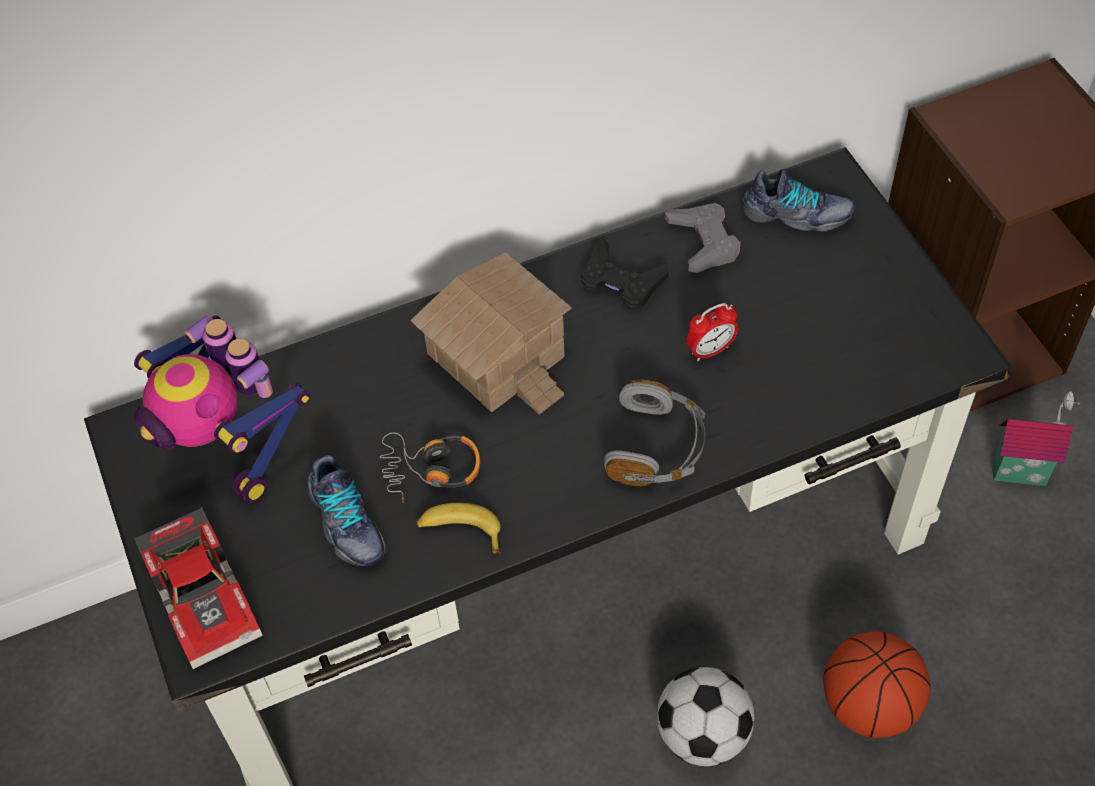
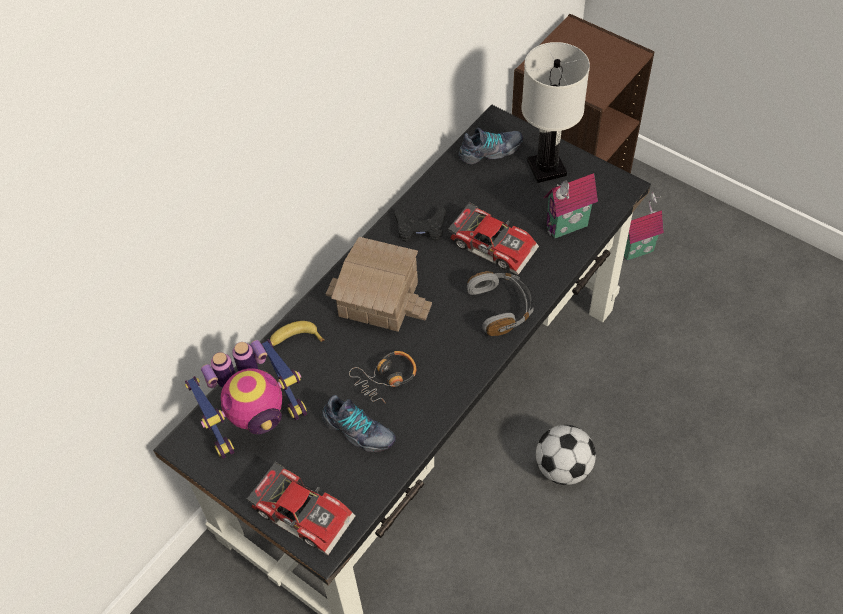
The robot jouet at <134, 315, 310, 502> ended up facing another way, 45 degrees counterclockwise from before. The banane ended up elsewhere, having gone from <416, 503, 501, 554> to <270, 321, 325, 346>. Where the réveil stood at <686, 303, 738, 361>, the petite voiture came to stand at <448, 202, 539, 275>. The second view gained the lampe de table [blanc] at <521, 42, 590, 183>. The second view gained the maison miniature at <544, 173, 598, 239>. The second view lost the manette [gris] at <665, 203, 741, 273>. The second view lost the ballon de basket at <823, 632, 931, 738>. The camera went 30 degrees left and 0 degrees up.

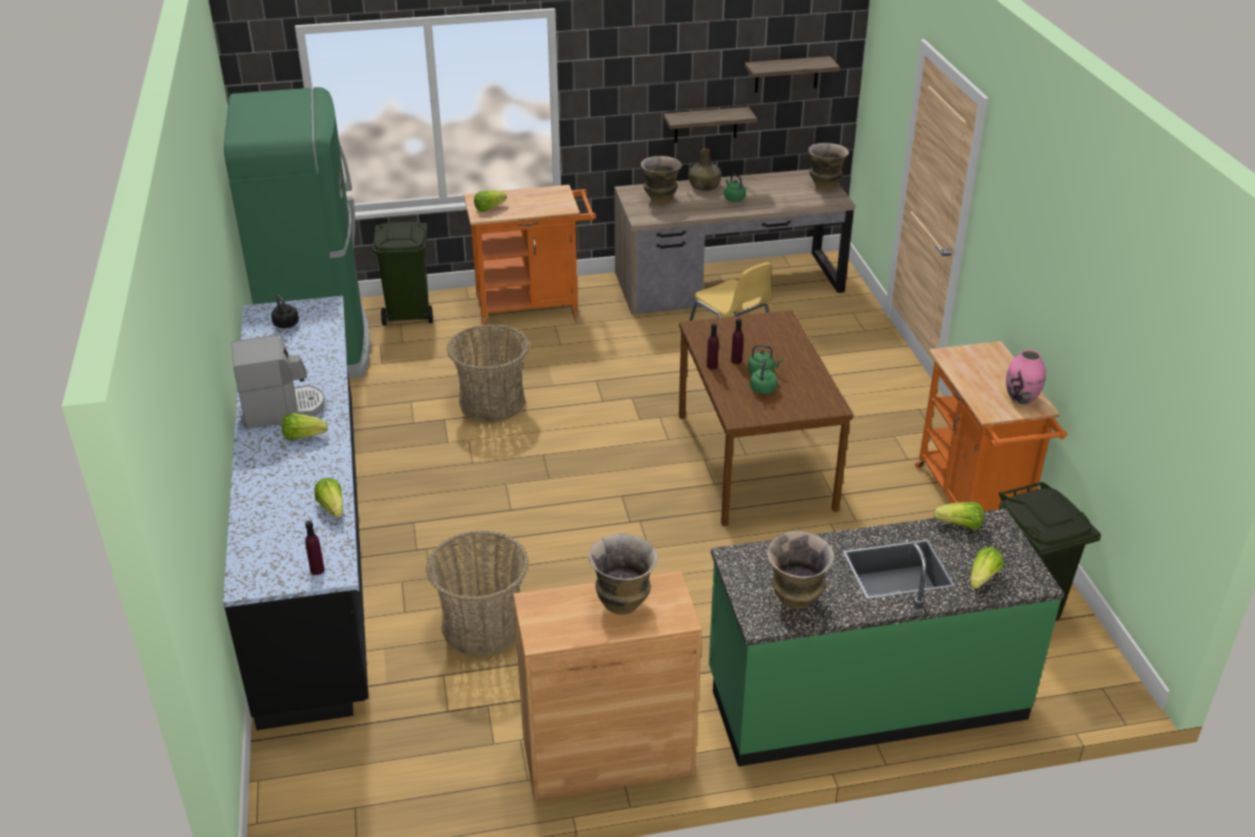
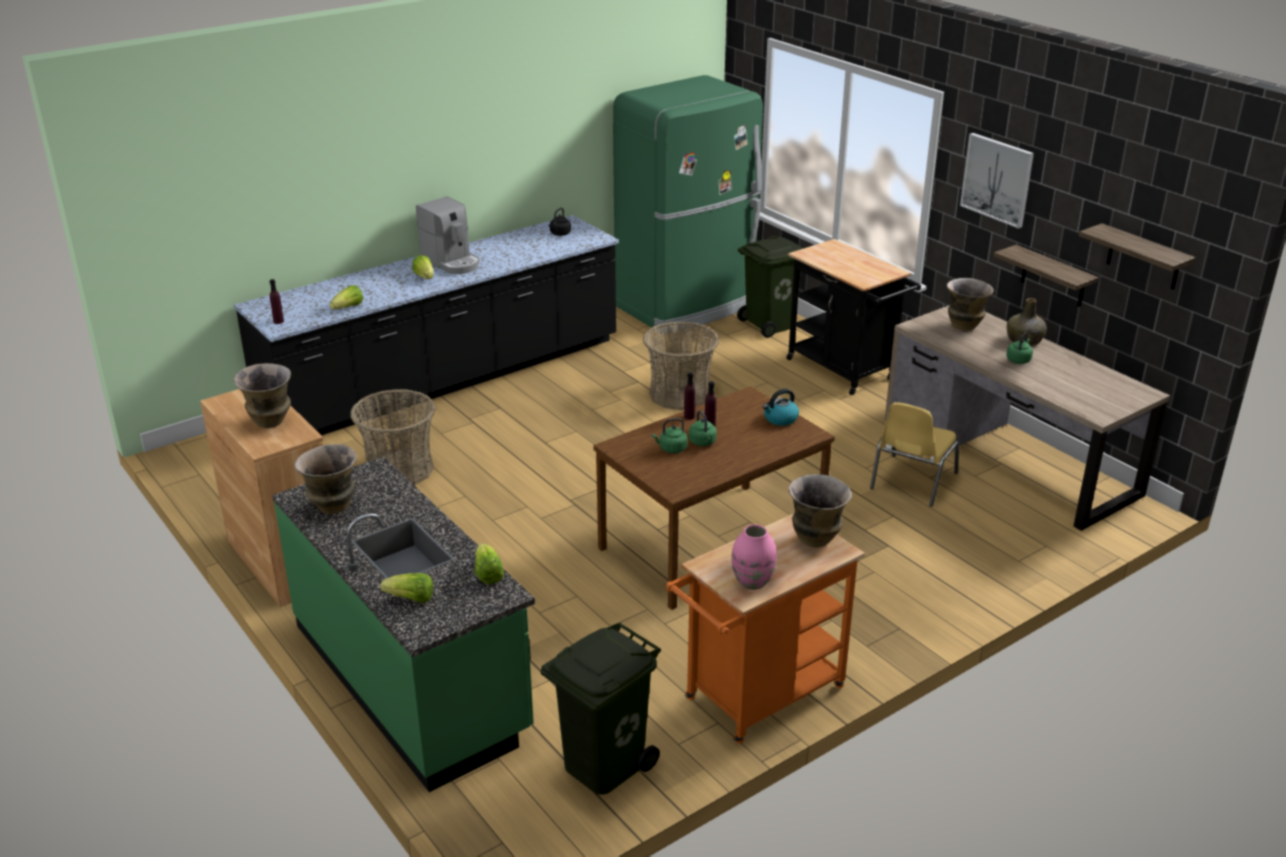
The second view gained the bouilloire at <763, 389, 799, 426>. What was the chariot [orange] at <464, 185, 596, 325> turned into the chariot [noir] at <787, 239, 921, 395>. The vase ended up elsewhere, having gone from <808, 143, 849, 190> to <788, 474, 852, 547>. The second view gained the tableau at <960, 133, 1034, 229>. The second view lost the laitue at <474, 190, 507, 212>. The camera went 65 degrees right and 5 degrees down.

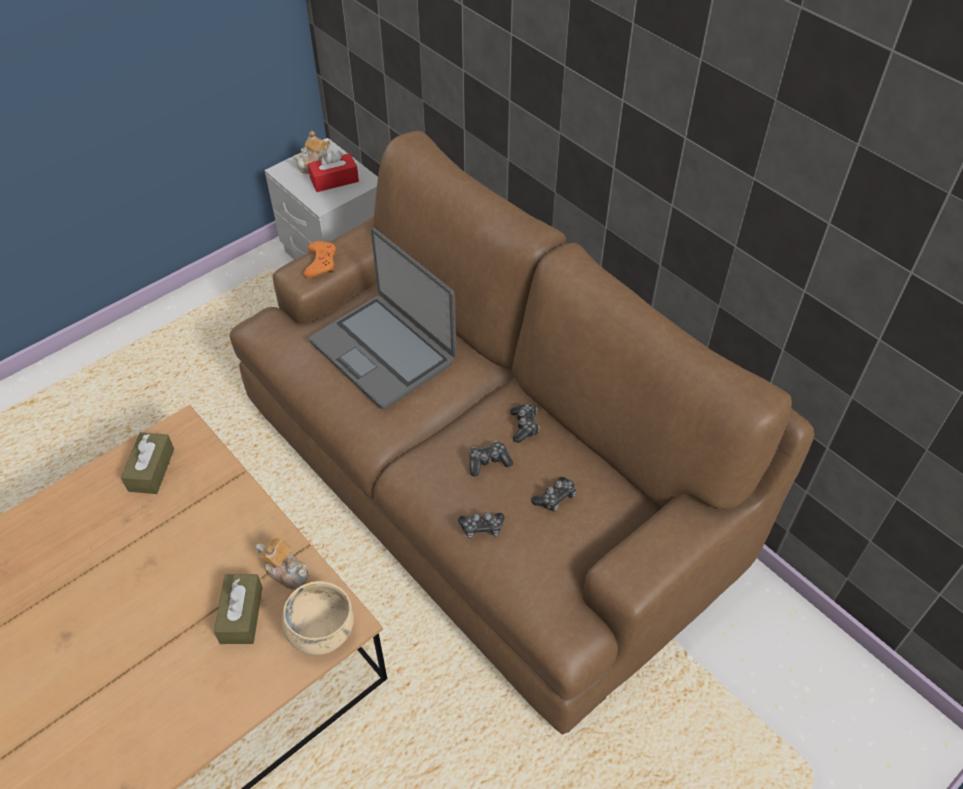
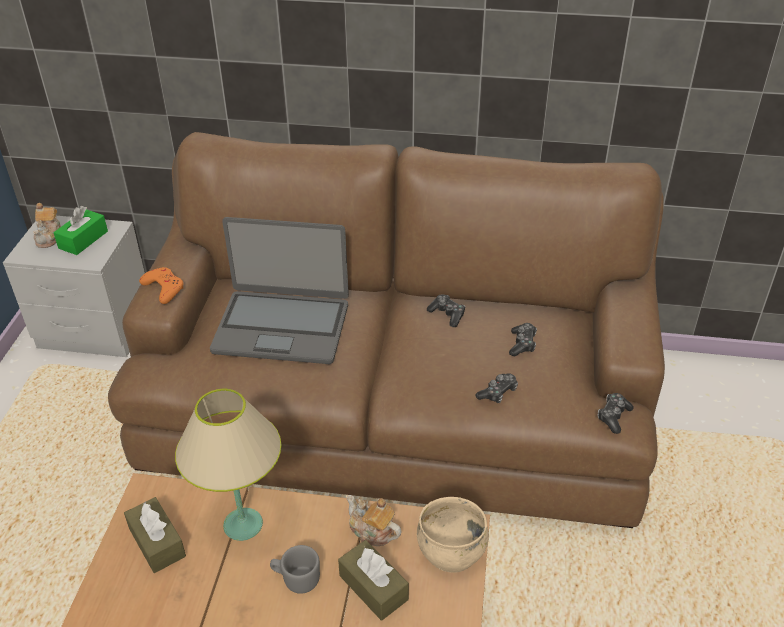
What was the boîte à mouchoirs [rouge] at <308, 150, 359, 192> turned into the boîte à mouchoirs [vert] at <53, 206, 108, 255>. The second view gained the lampe de table [beige] at <175, 389, 281, 541>. The second view gained the mug [gris] at <270, 545, 320, 594>. The théière at <256, 538, 308, 590> ended up facing another way, 135 degrees counterclockwise from before. The manette ended up elsewhere, having gone from <469, 441, 513, 476> to <598, 393, 634, 434>. The camera went 40 degrees left and 10 degrees down.

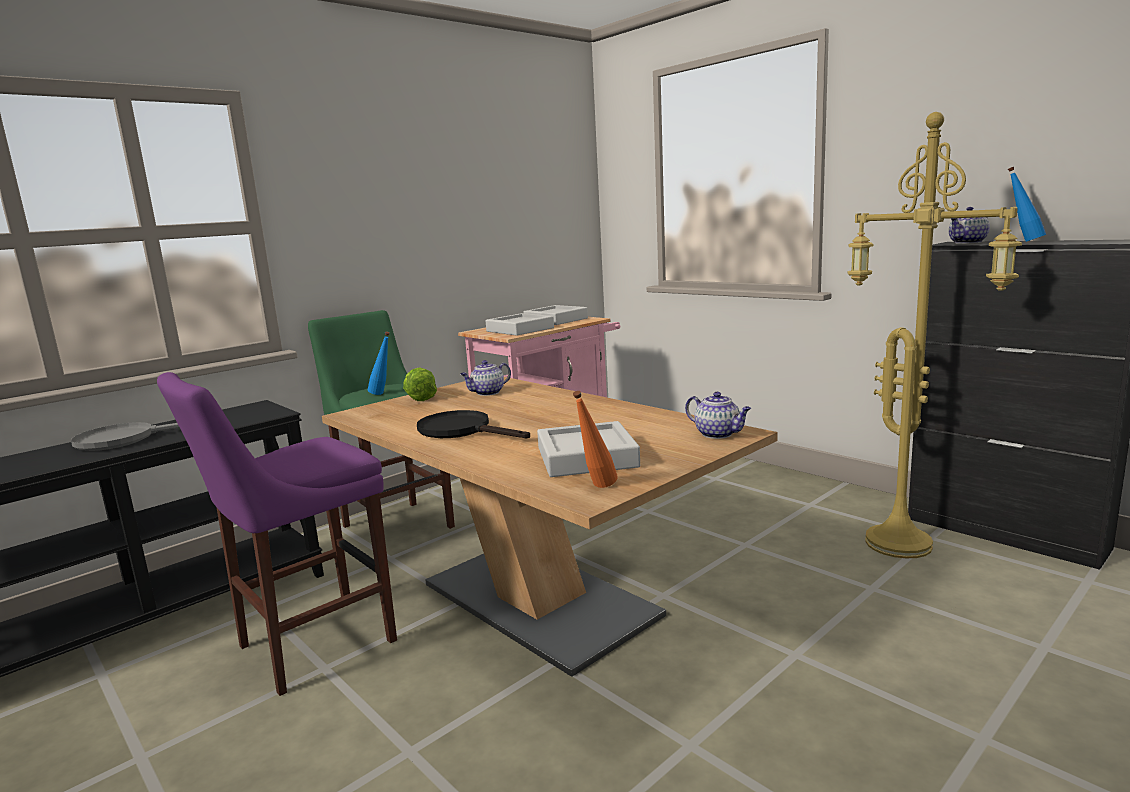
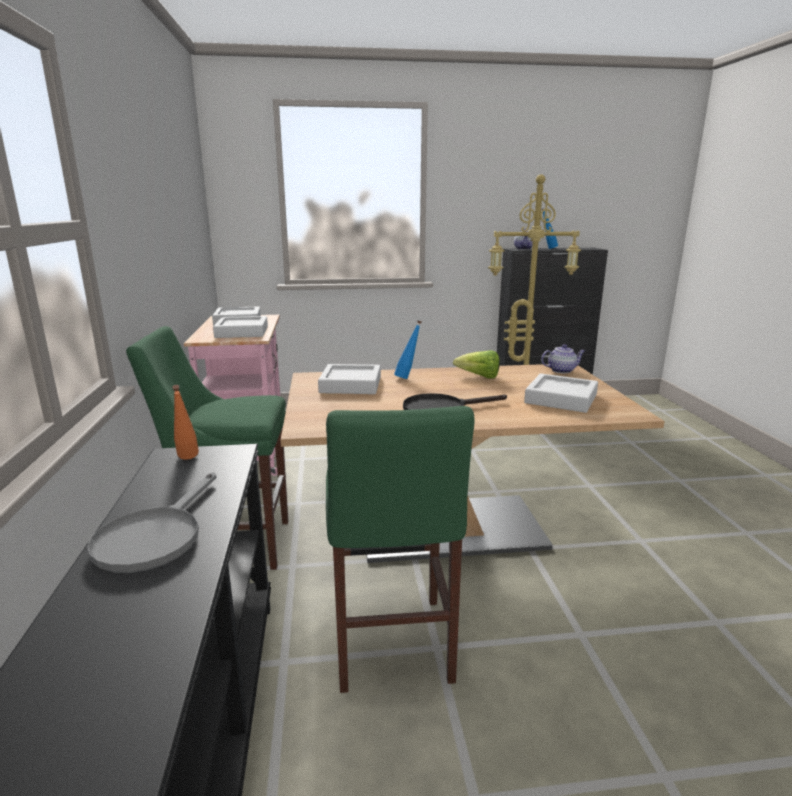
The bouteille [orange] ended up elsewhere, having gone from <573, 391, 618, 488> to <172, 385, 199, 460>. Where the théière stood at <461, 360, 511, 396>, the plateau [gris] came to stand at <318, 364, 381, 394>. What was the tabouret [violet] at <157, 372, 397, 696> turned into the tabouret [vert] at <326, 406, 475, 693>. The bouteille [bleu] ended up elsewhere, having gone from <368, 331, 390, 395> to <394, 321, 421, 379>. The laitue ended up elsewhere, having gone from <403, 367, 437, 401> to <453, 350, 500, 379>. The camera went 55 degrees left and 5 degrees up.

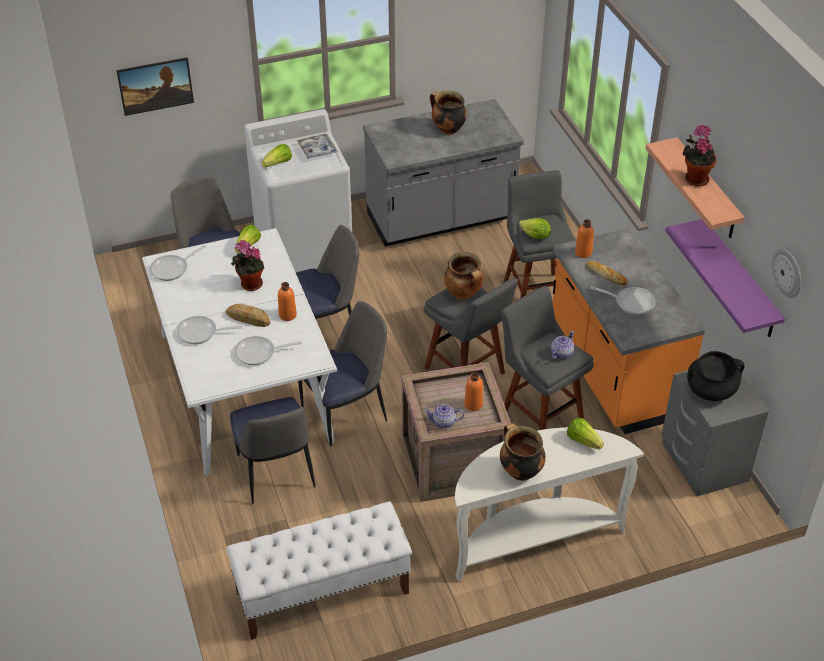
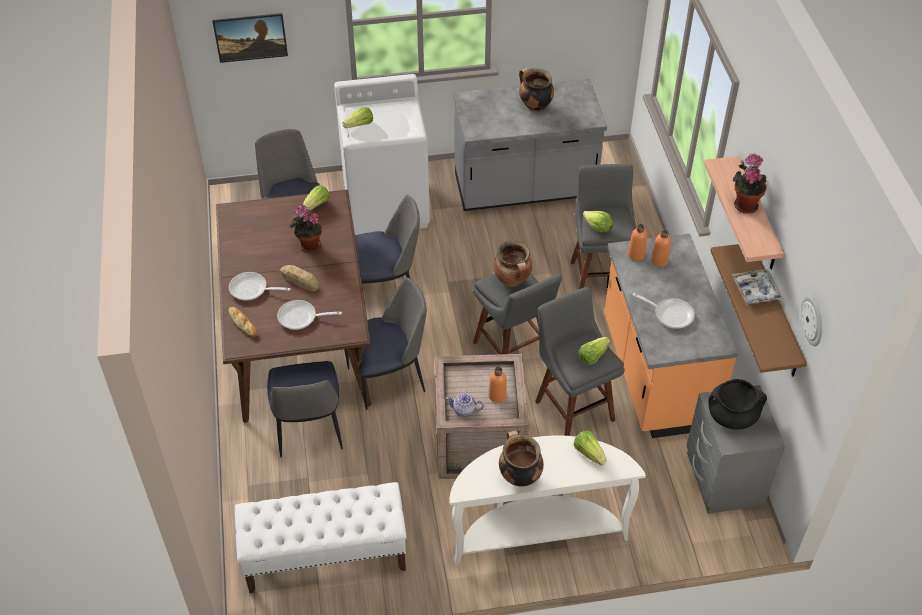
What was the table à manger [blanc] at <142, 228, 337, 476> turned into the table à manger [marron] at <216, 189, 371, 423>. The pain ended up elsewhere, having gone from <587, 261, 627, 285> to <228, 307, 258, 337>. Where the théière stood at <551, 331, 574, 359>, the laitue came to stand at <579, 337, 610, 365>. The bouteille [orange] ended up elsewhere, having gone from <278, 282, 297, 321> to <651, 230, 671, 266>. What was the étagère [violet] at <665, 219, 785, 337> turned into the étagère [marron] at <710, 244, 807, 376>. The plateau ended up elsewhere, having gone from <297, 134, 338, 159> to <732, 269, 784, 305>. The second view lost the poêle at <150, 245, 206, 281>. The camera went 10 degrees right and 5 degrees up.

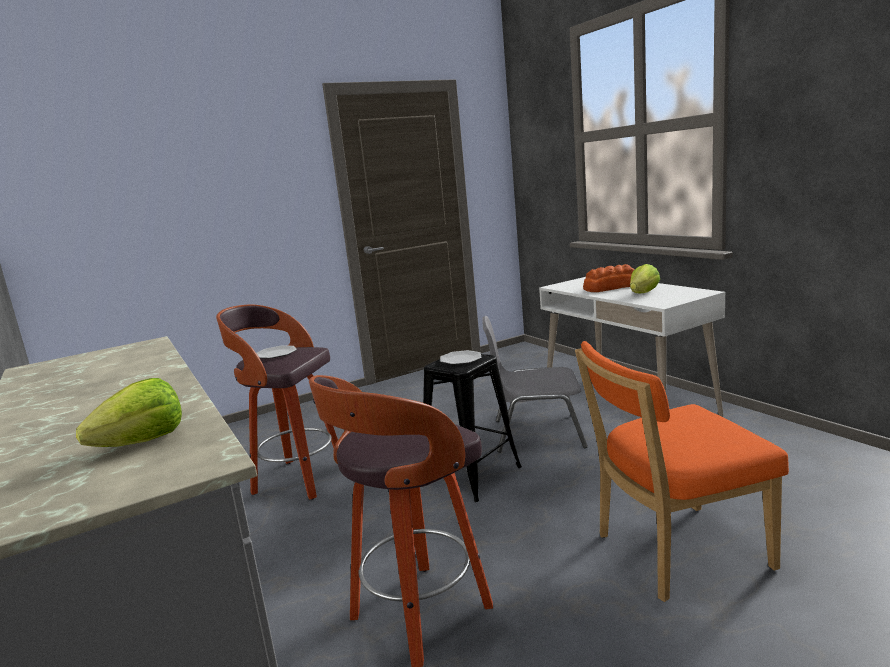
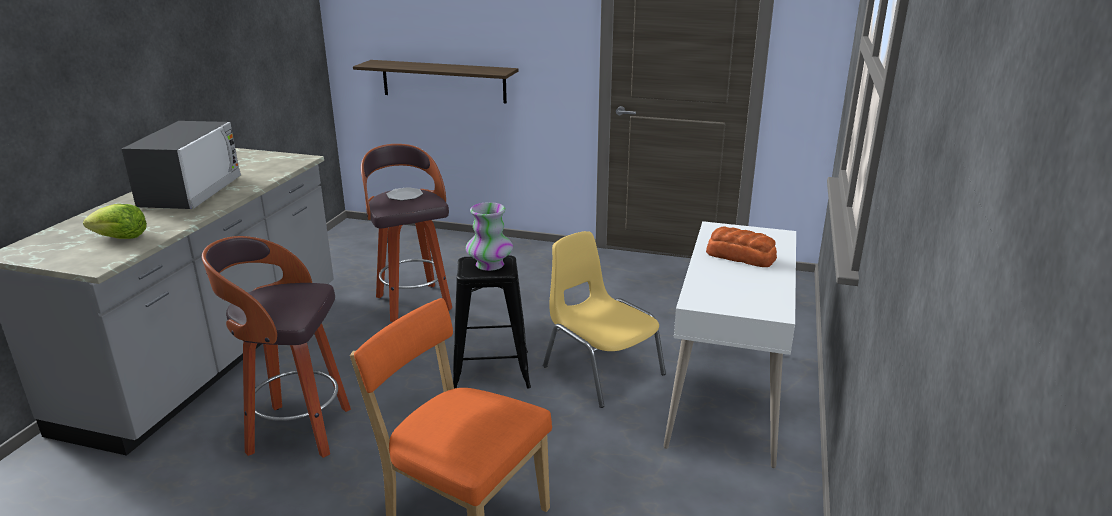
The second view gained the micro-ondes at <122, 121, 241, 209>. The second view gained the étagère at <353, 60, 518, 103>. Where the assiette stood at <440, 350, 482, 365>, the vase came to stand at <466, 202, 513, 271>. What was the chaise [gris] at <482, 316, 588, 453> turned into the chaise [jaune] at <543, 231, 666, 408>. The second view lost the laitue at <630, 264, 660, 293>. The camera went 45 degrees right and 10 degrees up.

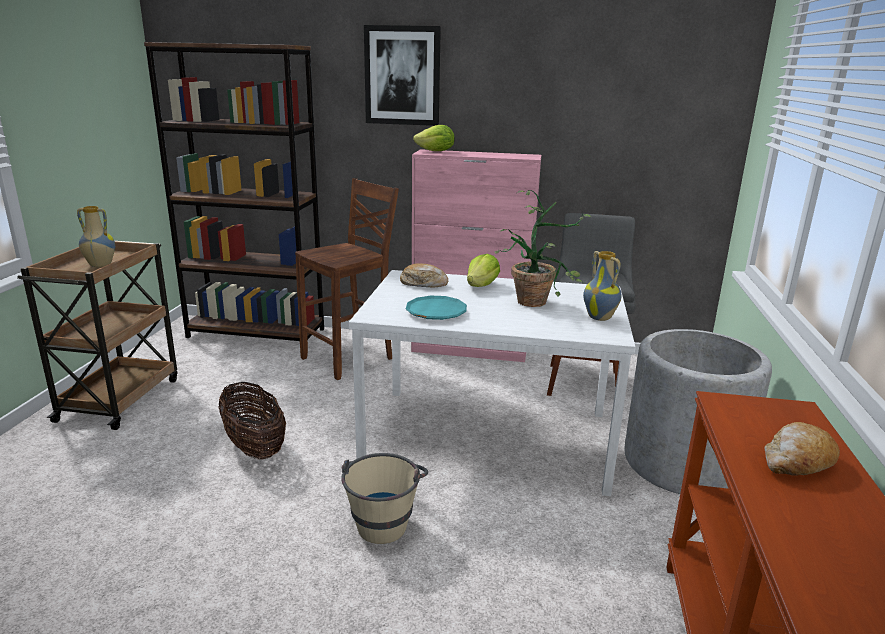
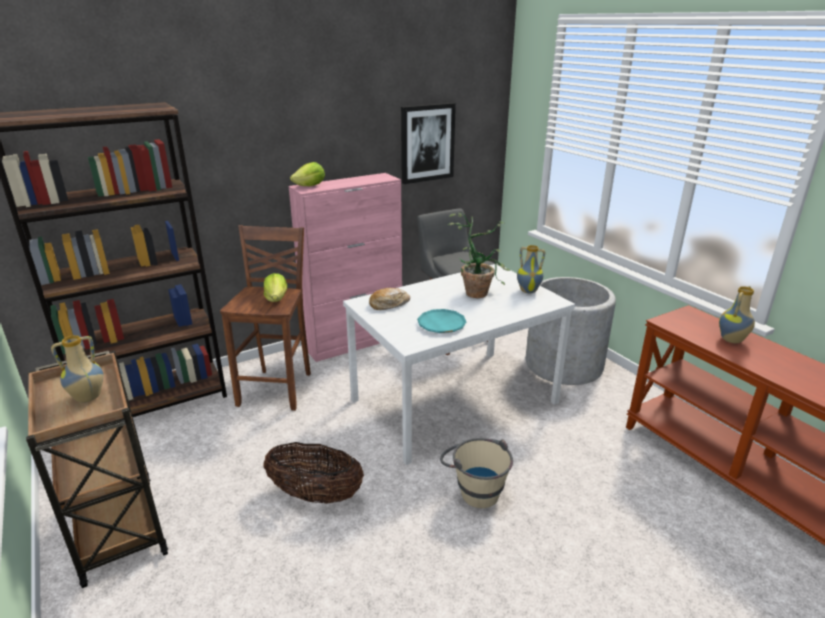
The laitue ended up elsewhere, having gone from <467, 254, 500, 287> to <264, 273, 287, 302>. The tableau ended up elsewhere, having gone from <364, 25, 441, 126> to <401, 103, 456, 184>. Where the pain stood at <765, 422, 840, 476>, the vase came to stand at <719, 286, 755, 343>. The camera went 40 degrees left and 5 degrees up.

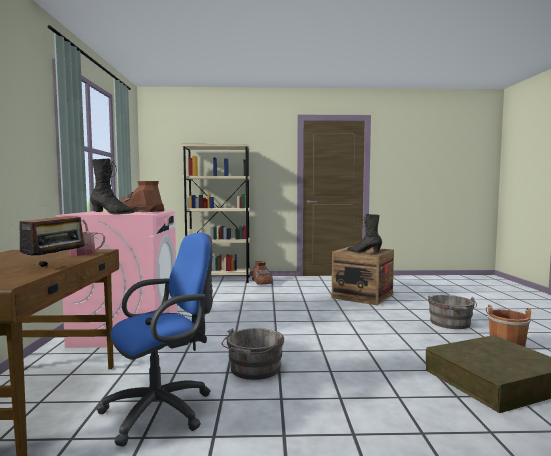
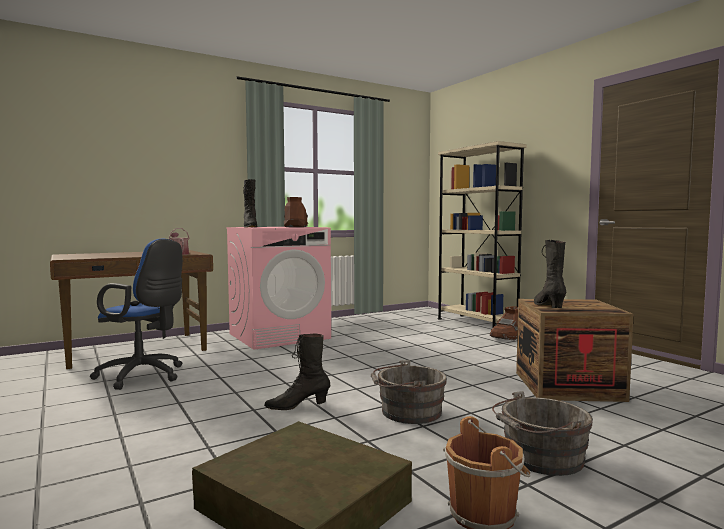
The second view gained the botte [noir] at <264, 333, 331, 410>. The seau [gris] ended up elsewhere, having gone from <222, 328, 284, 380> to <371, 360, 447, 424>. The second view lost the radio at <20, 205, 88, 267>. The camera went 60 degrees right and 0 degrees up.

